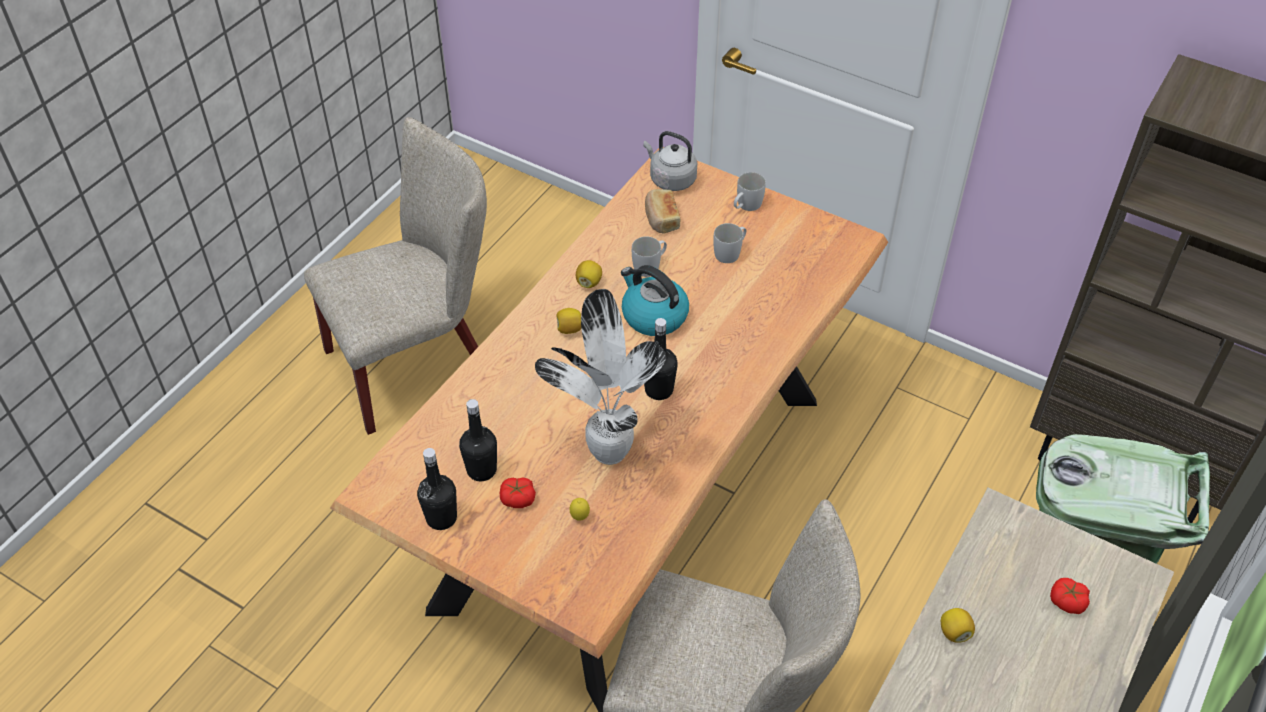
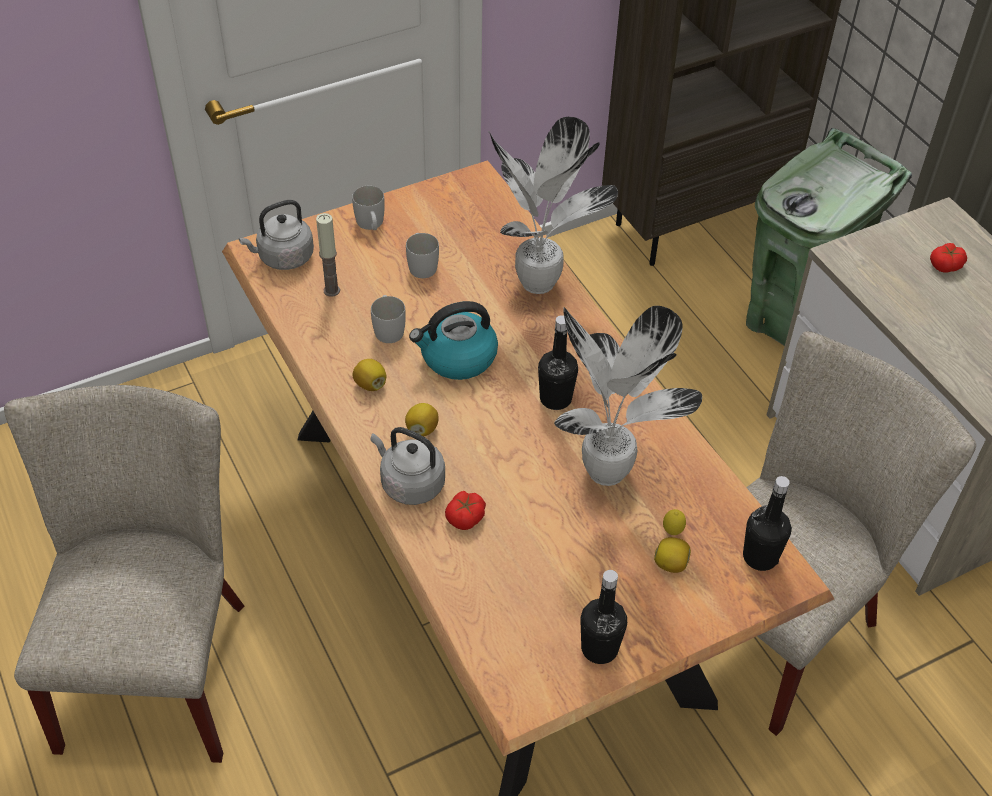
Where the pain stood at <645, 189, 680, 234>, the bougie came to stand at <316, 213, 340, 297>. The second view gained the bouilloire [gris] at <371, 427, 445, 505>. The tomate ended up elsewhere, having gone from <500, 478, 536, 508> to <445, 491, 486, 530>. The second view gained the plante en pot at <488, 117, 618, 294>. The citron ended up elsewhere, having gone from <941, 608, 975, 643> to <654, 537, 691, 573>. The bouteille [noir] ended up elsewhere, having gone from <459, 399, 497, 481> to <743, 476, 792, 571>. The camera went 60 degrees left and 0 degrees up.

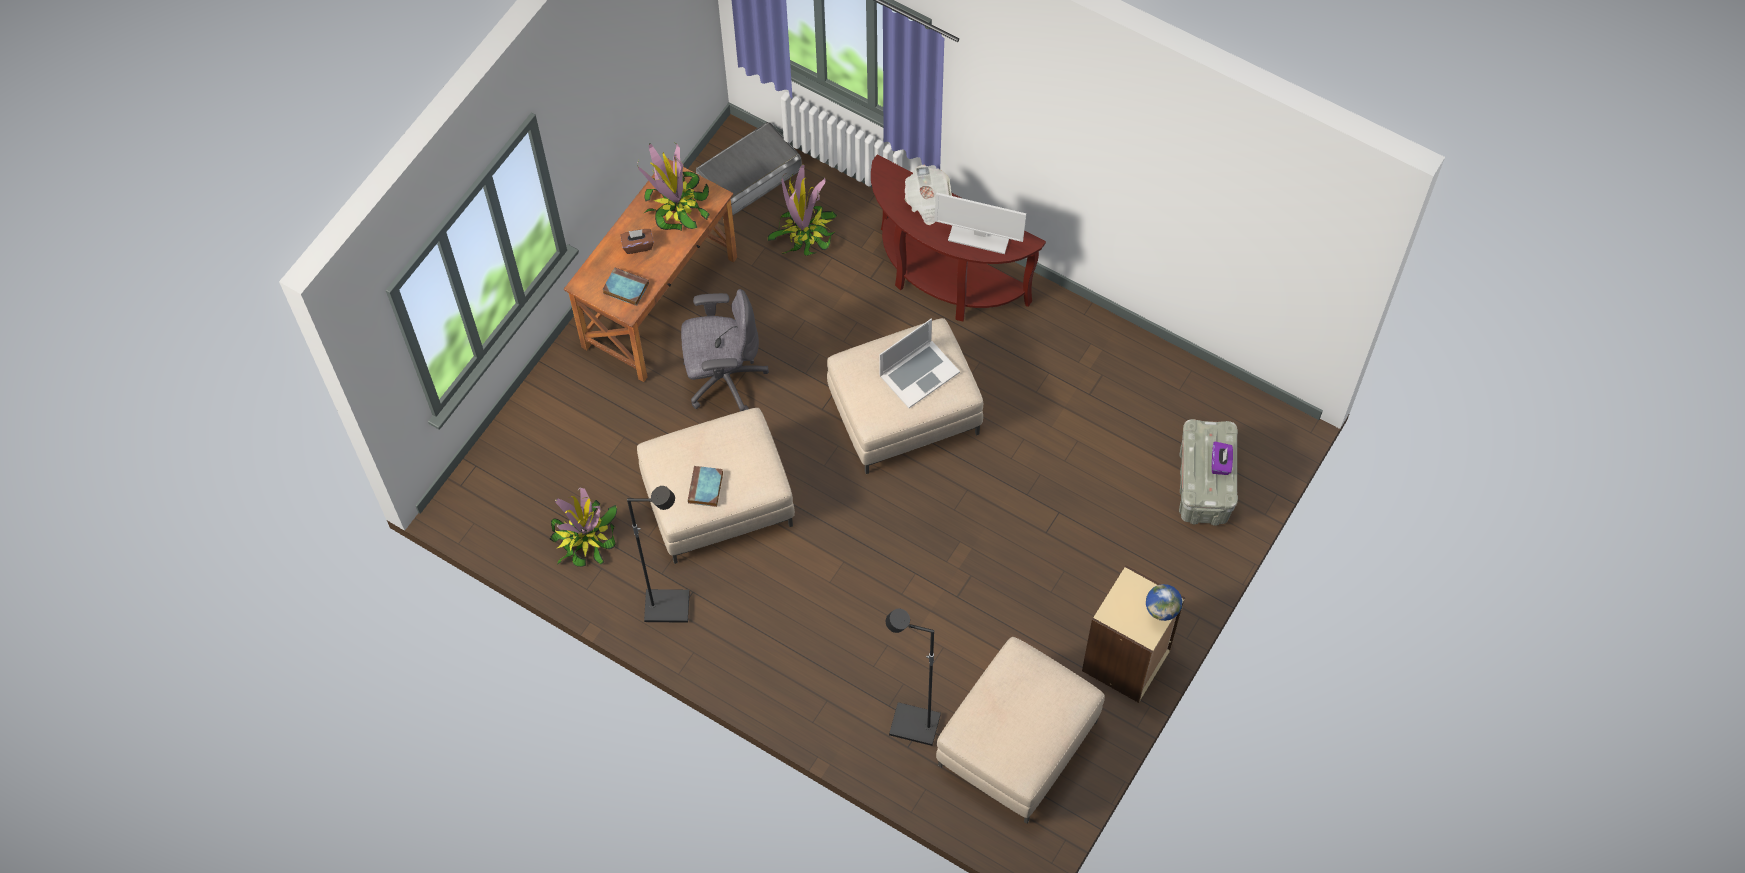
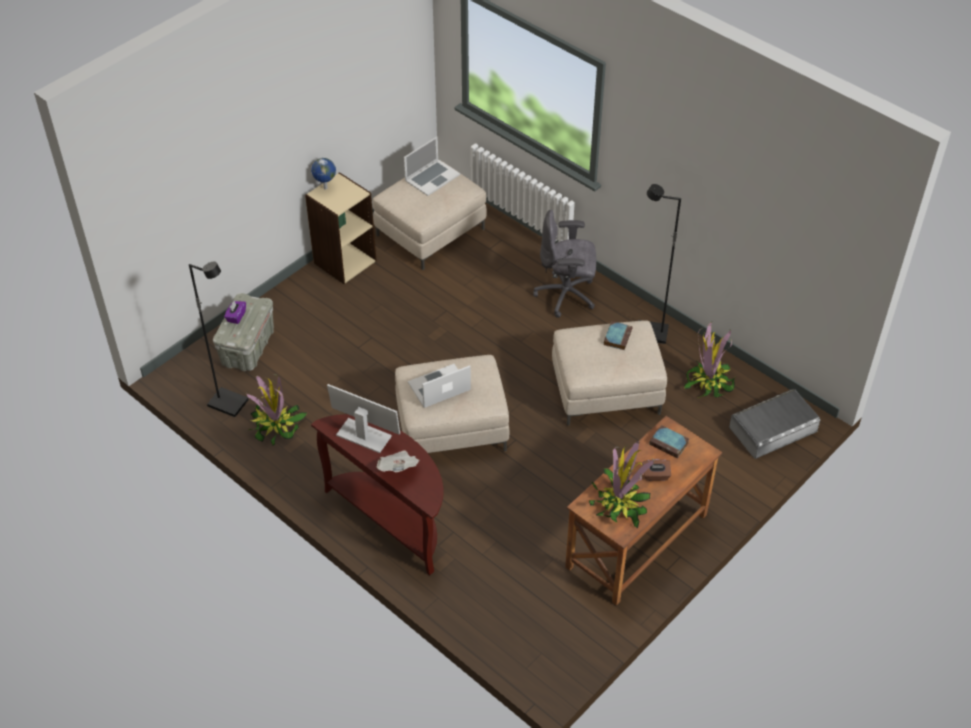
The lampadaire [noir] ended up elsewhere, having gone from <886, 609, 941, 746> to <189, 262, 249, 417>. The plante en pot ended up elsewhere, having gone from <768, 164, 837, 256> to <246, 375, 307, 446>. The second view gained the ordinateur portable at <404, 136, 460, 196>. The chaise de bureau [gris] ended up elsewhere, having gone from <681, 289, 769, 412> to <533, 209, 596, 318>. The boîte de rangement [gris] ended up elsewhere, having gone from <696, 122, 802, 215> to <729, 389, 820, 459>. The camera went 170 degrees left and 15 degrees down.

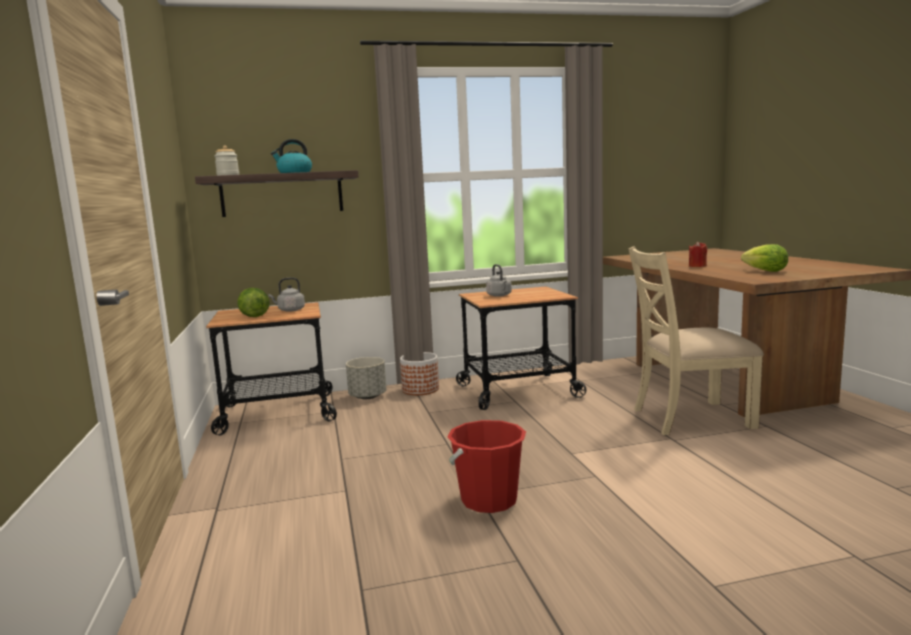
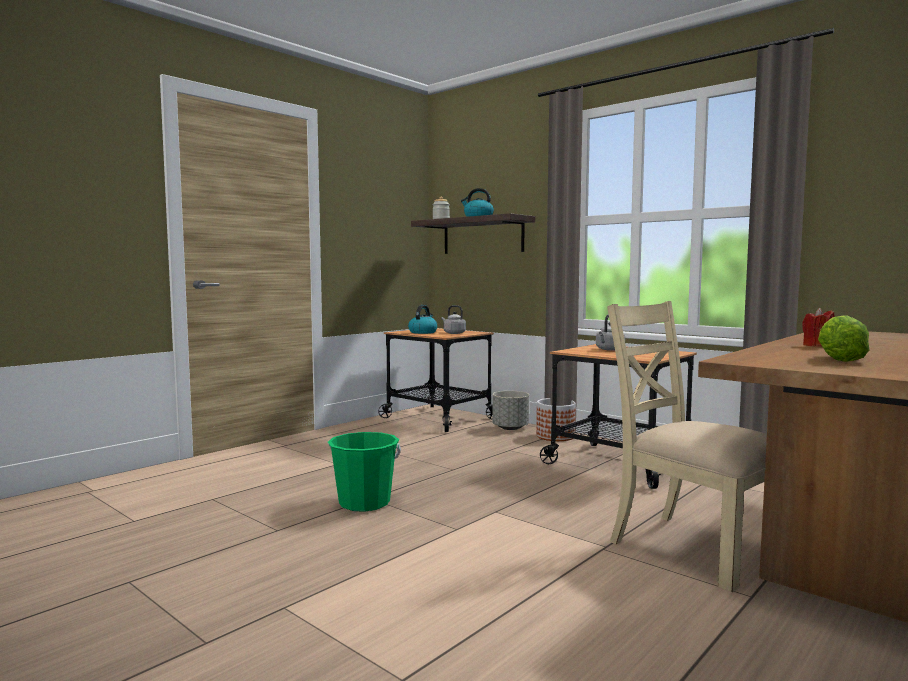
What was the seau [rouge] at <447, 420, 526, 513> turned into the seau [vert] at <328, 432, 401, 512>. Where the laitue stood at <238, 288, 270, 317>, the bouilloire came to stand at <408, 305, 438, 334>. The camera went 55 degrees right and 5 degrees down.

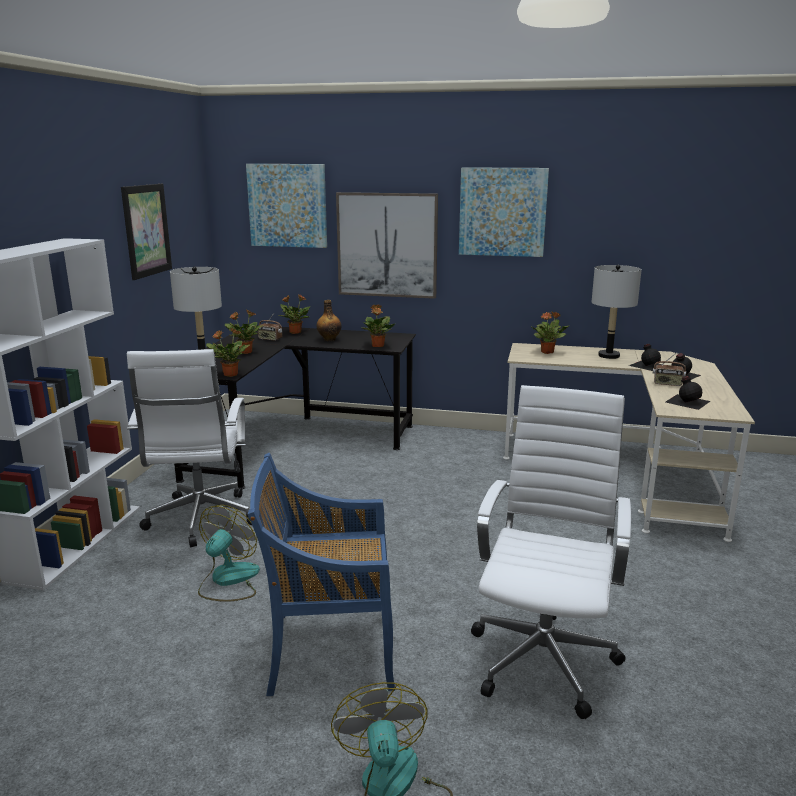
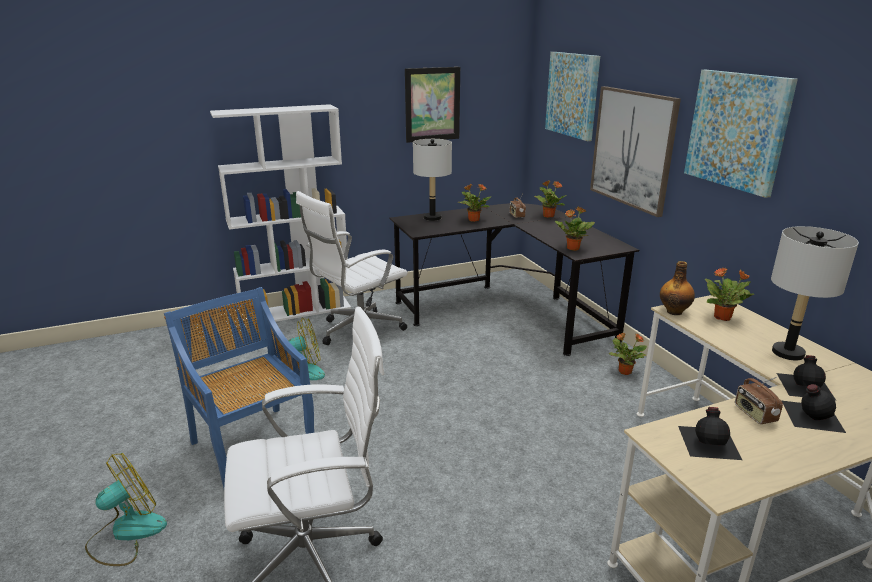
The plante en pot ended up elsewhere, having gone from <206, 328, 250, 377> to <609, 333, 647, 375>. The bouteille ended up elsewhere, having gone from <316, 300, 342, 341> to <660, 261, 695, 315>. The camera went 55 degrees right and 5 degrees up.

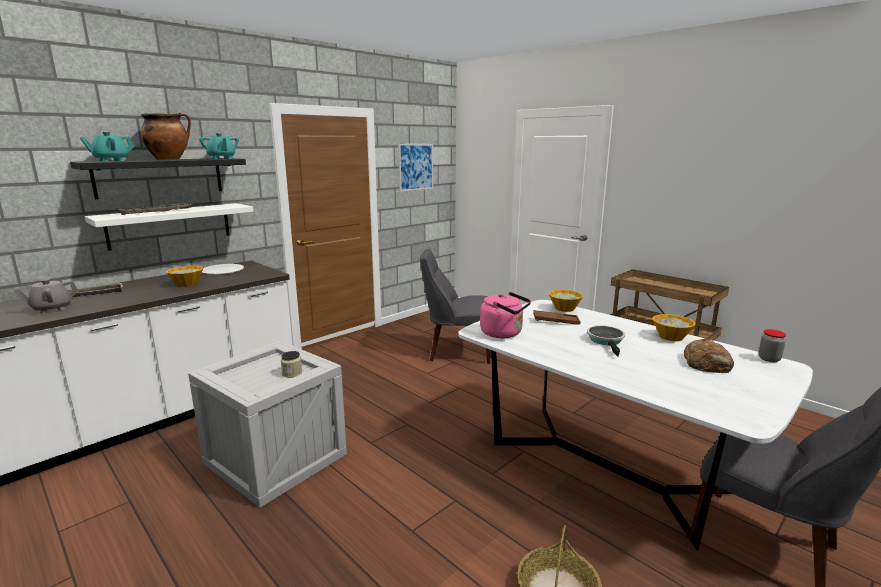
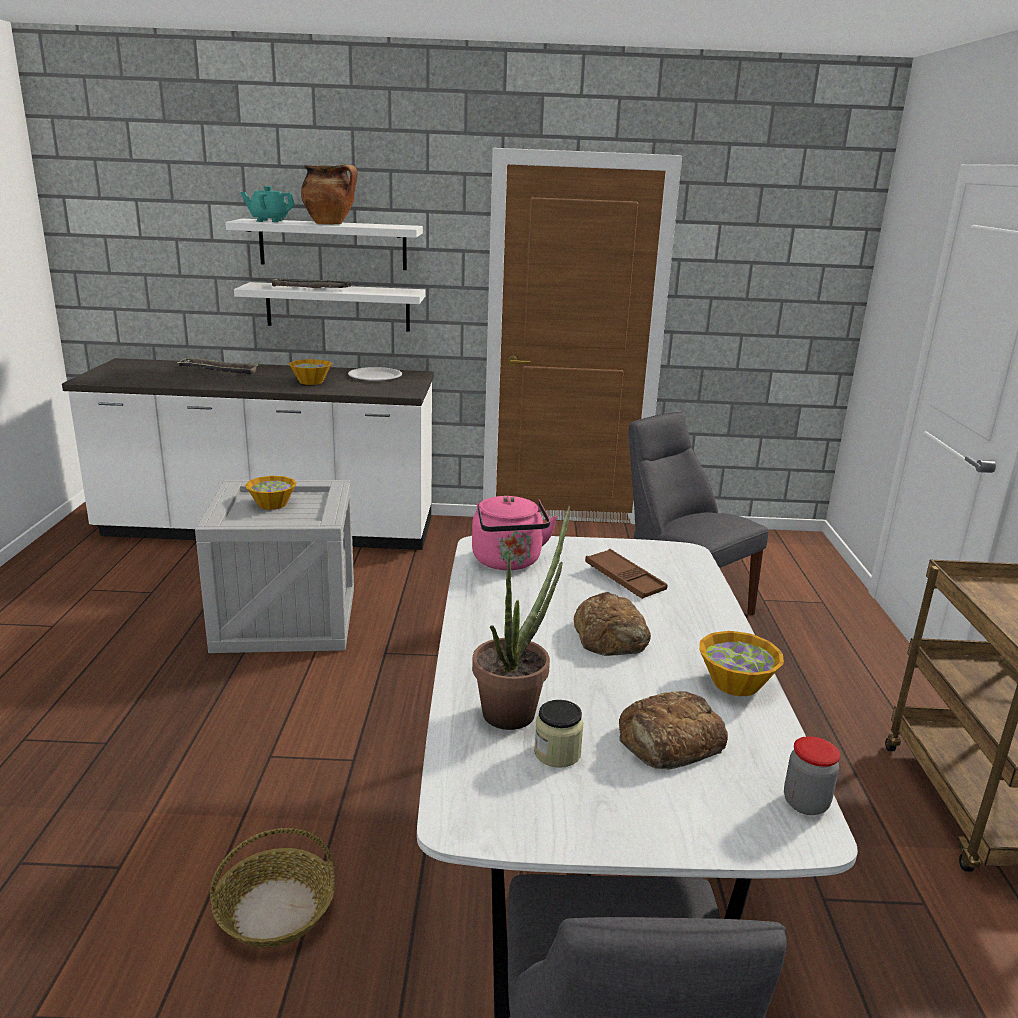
What was the étagère [noir] at <70, 158, 246, 199> turned into the étagère [blanc] at <225, 219, 423, 270>. The bol ended up elsewhere, having gone from <549, 290, 583, 312> to <245, 476, 296, 510>. The second view gained the plante en pot at <472, 506, 570, 730>. The bocal ended up elsewhere, having gone from <281, 351, 302, 378> to <534, 700, 584, 768>. Where the poêle stood at <587, 325, 625, 357>, the pain came to stand at <574, 592, 651, 656>. The second view lost the théière [gris] at <14, 279, 78, 314>. The second view lost the théière [turquoise] at <199, 133, 239, 159>. The second view lost the tableau at <398, 144, 433, 191>. The camera went 45 degrees right and 5 degrees up.

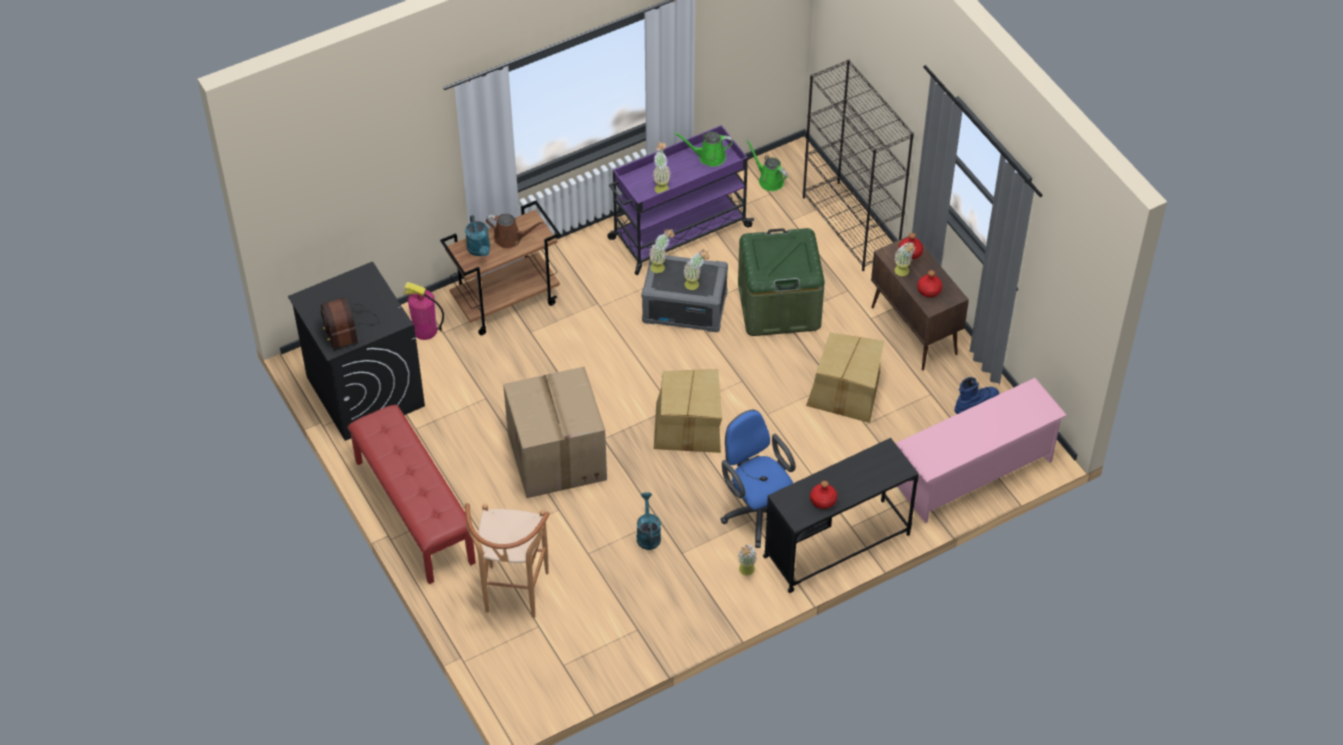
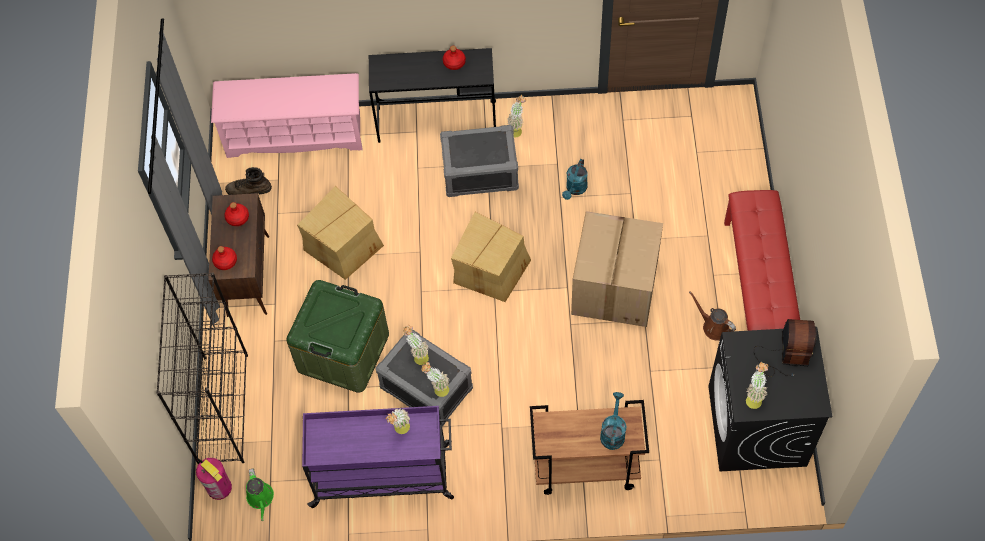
The extincteur ended up elsewhere, having gone from <404, 282, 444, 340> to <196, 458, 232, 500>. What was the botte [bleu] at <955, 377, 999, 414> turned into the botte [marron] at <225, 167, 272, 195>. Where the chaise de bureau [bleu] stood at <720, 410, 796, 548>, the boîte de rangement [gris] came to stand at <440, 125, 519, 197>. The arrosoir [marron] ended up elsewhere, having gone from <486, 214, 544, 249> to <689, 291, 736, 341>. The plante en pot ended up elsewhere, having gone from <894, 242, 915, 276> to <746, 362, 768, 409>. The second view lost the tabouret [marron] at <465, 503, 550, 618>. The second view lost the arrosoir [vert] at <674, 132, 733, 167>. The camera went 150 degrees left and 10 degrees up.

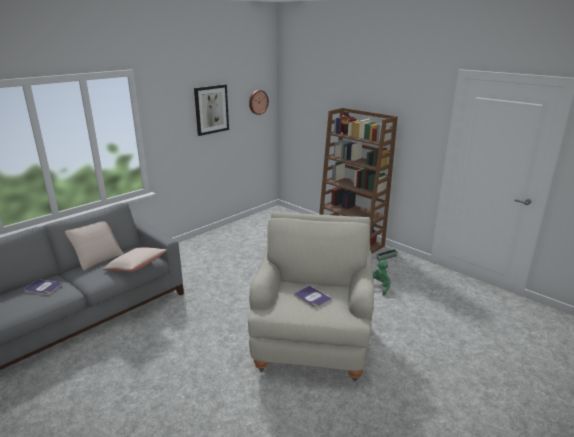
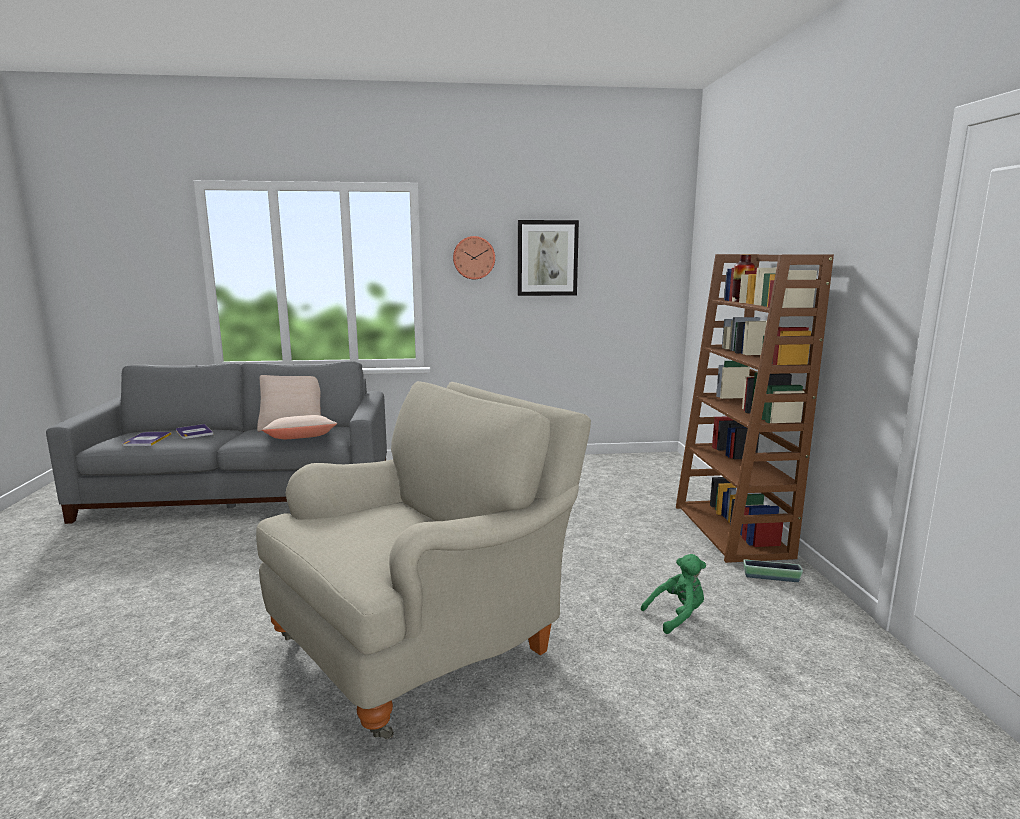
The livre ended up elsewhere, having gone from <294, 286, 332, 309> to <122, 432, 171, 446>. The horloge murale ended up elsewhere, having gone from <249, 90, 269, 115> to <453, 236, 495, 279>. The camera went 40 degrees right and 10 degrees down.

